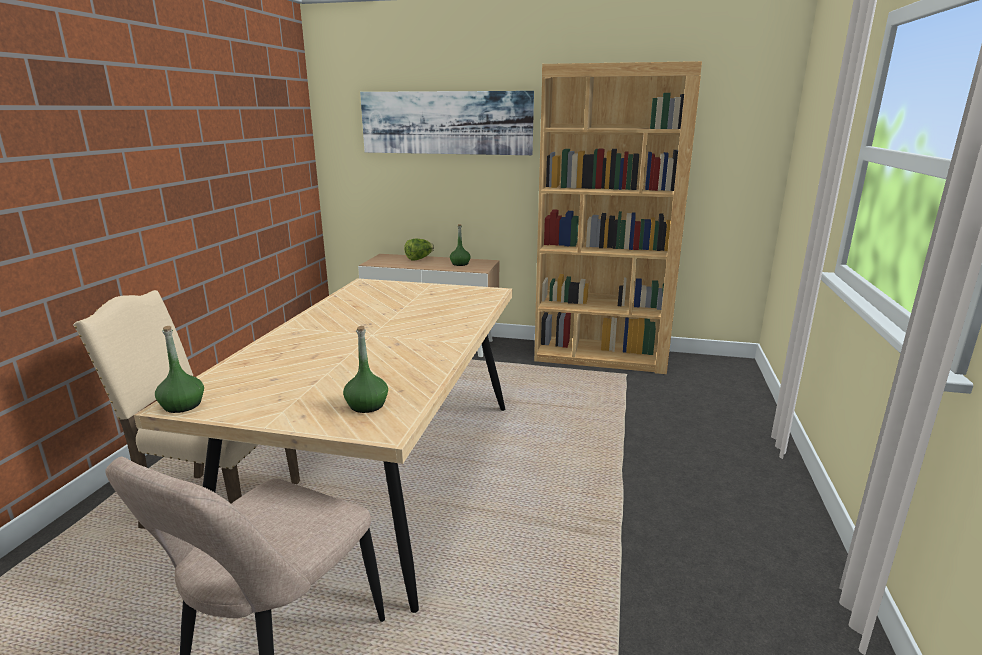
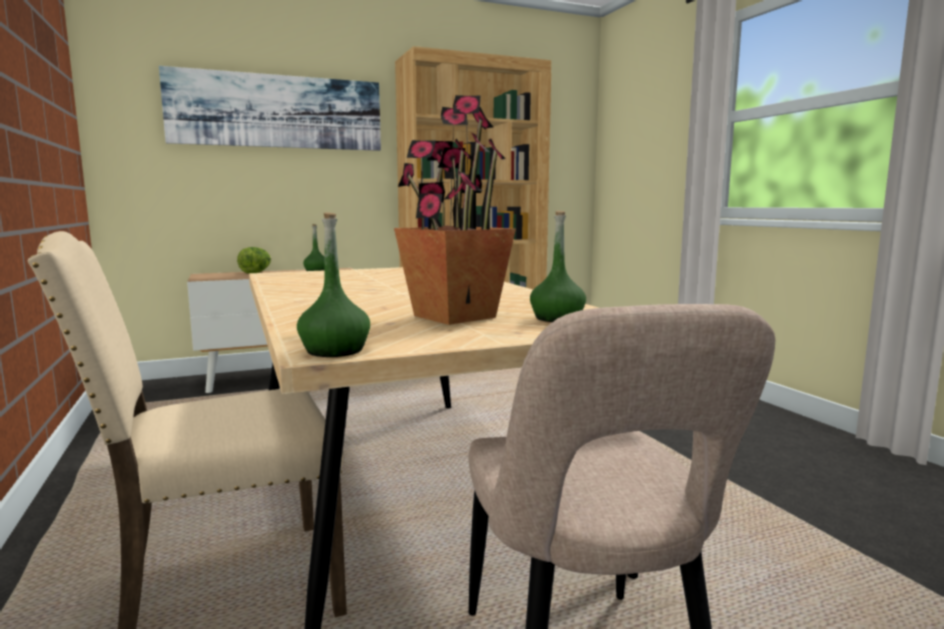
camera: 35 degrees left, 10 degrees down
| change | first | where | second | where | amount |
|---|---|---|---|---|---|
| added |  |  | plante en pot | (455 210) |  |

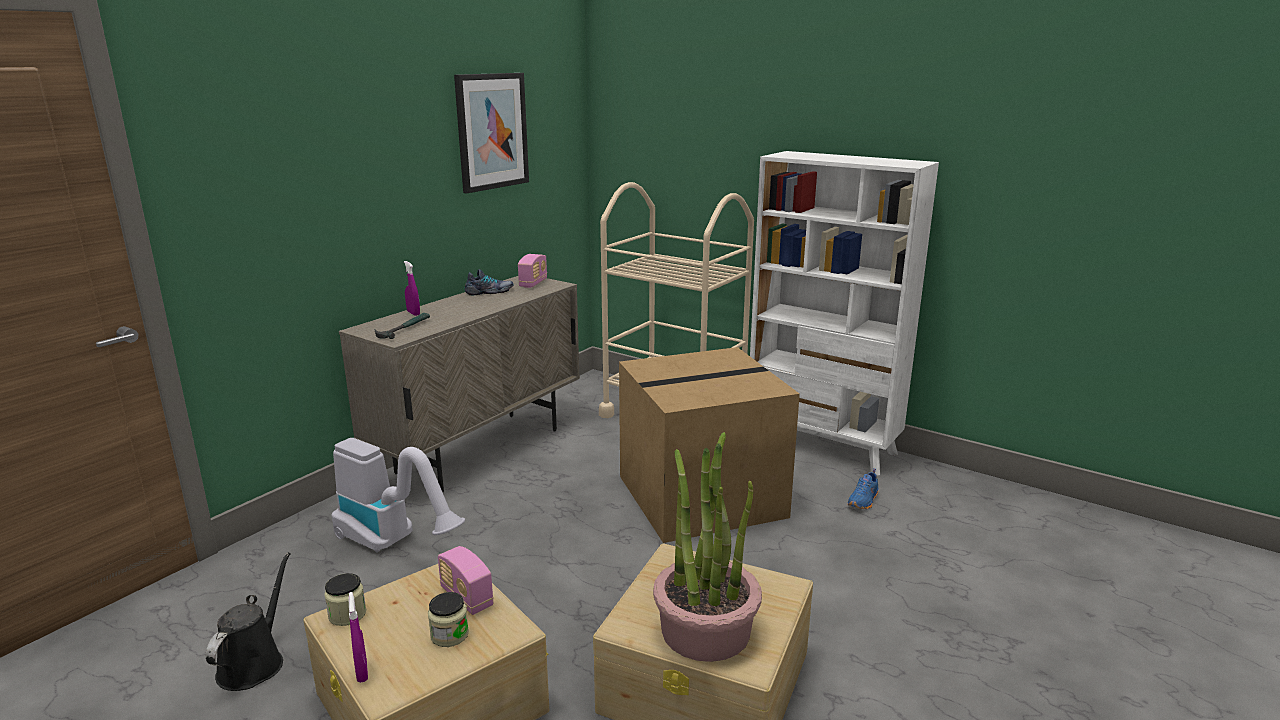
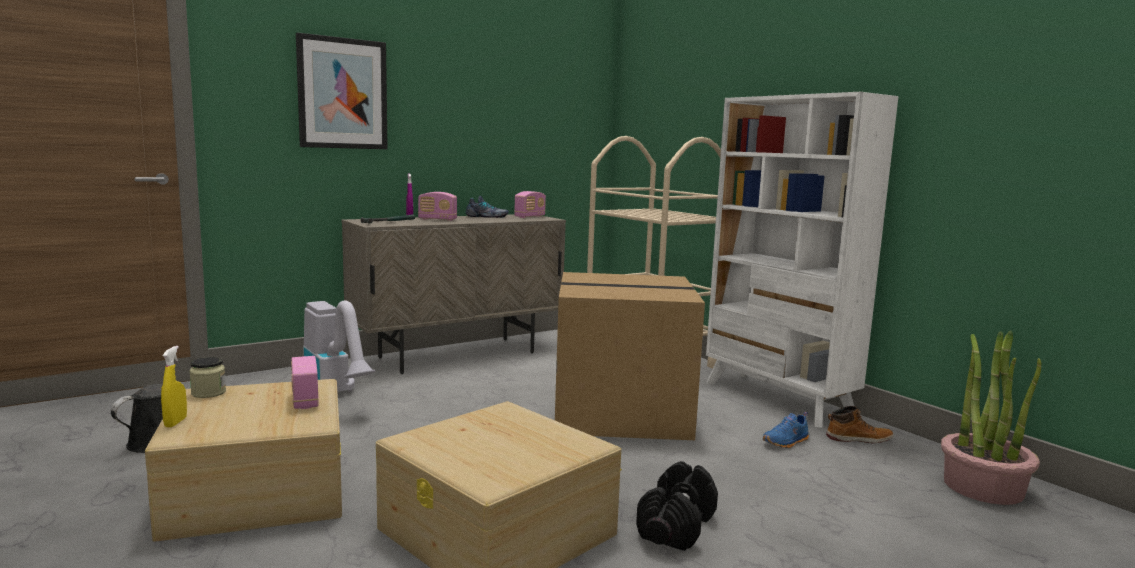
camera: 20 degrees right, 10 degrees down
| change | first | where | second | where | amount |
|---|---|---|---|---|---|
| moved | tableau | (491 133) |  | (342 90) |  |
| moved | plante en pot | (707 547) |  | (991 418) |  |
| recoloured | vaporisateur (violet) | (358 637) | vaporisateur (jaune) | (174 386) |  |
| removed | bocal | (448 619) |  |  |  |
| added |  |  | radio | (437 206) |  |
| added |  |  | botte | (860 424) |  |
| added |  |  | haltère (noir) | (677 506) |  |

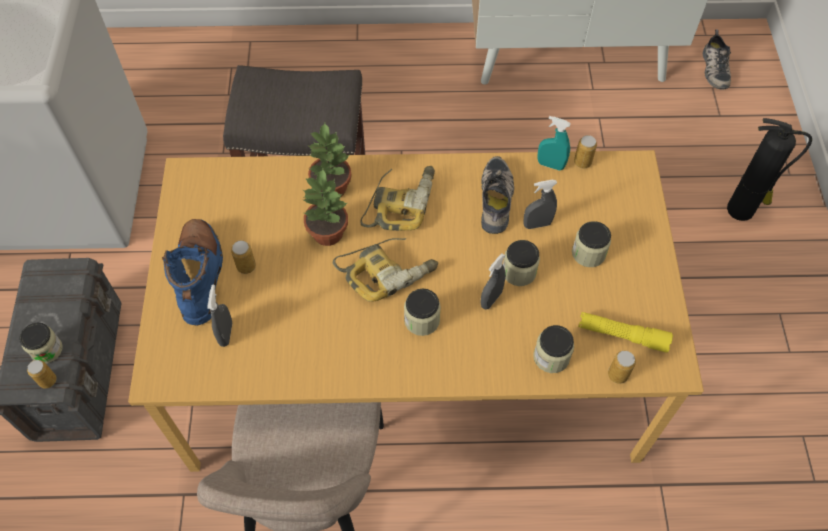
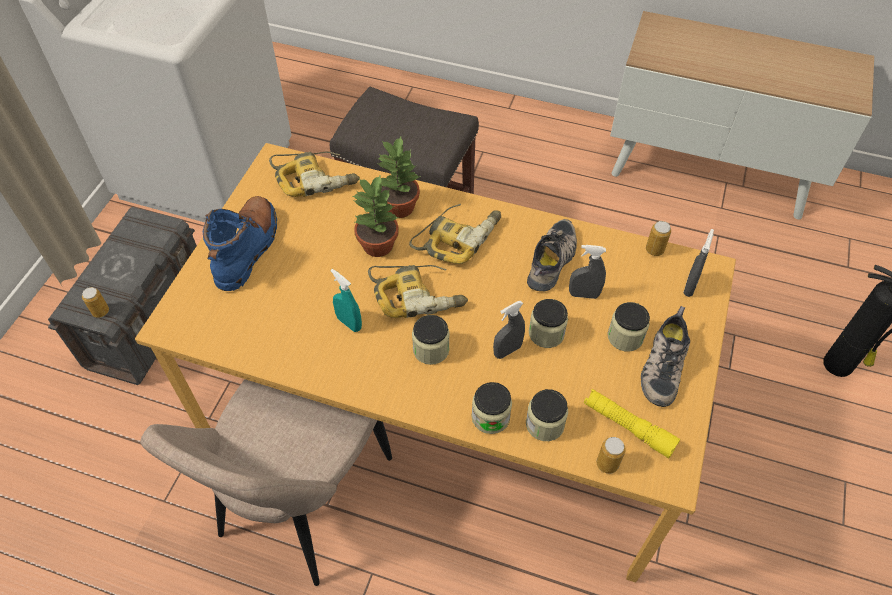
camera: 20 degrees right, 5 degrees down
| change | first | where | second | where | amount |
|---|---|---|---|---|---|
| moved | chaussure | (717 59) |  | (665 356) |  |
| moved | vaporisateur (turquoise) | (554 143) |  | (346 300) |  |
| removed | boîte métallique | (243 257) |  |  |  |
| moved | vaporisateur (gris) | (219 316) |  | (698 263) |  |
| moved | bocal | (41 343) |  | (492 408) |  |
| added |  |  | perceuse | (314 174) |  |

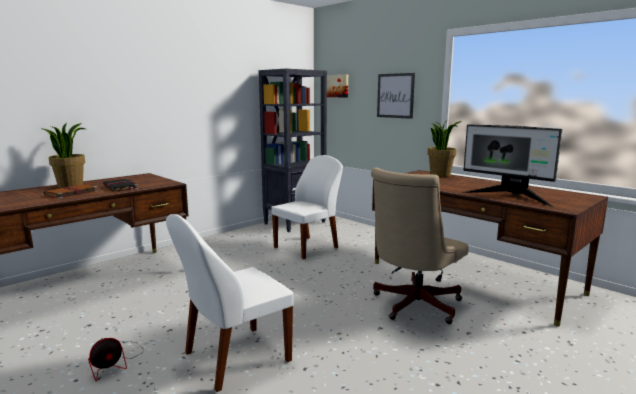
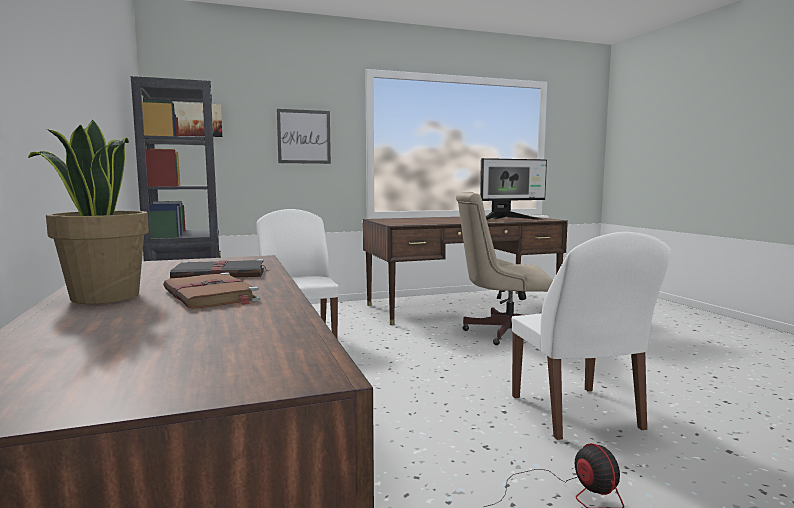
camera: 65 degrees left, 5 degrees down
| change | first | where | second | where | amount |
|---|---|---|---|---|---|
| removed | plante en pot | (444 148) |  |  |  |
| turned | chaise de bureau (beige) | (420 246) |  | (504 268) | 120 degrees clockwise |

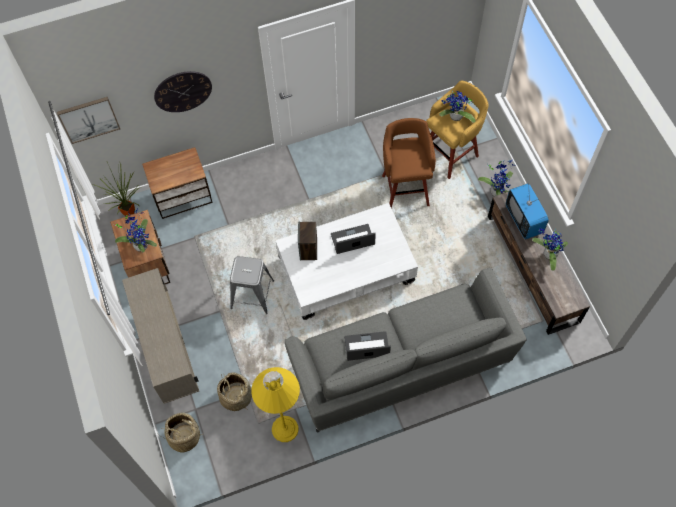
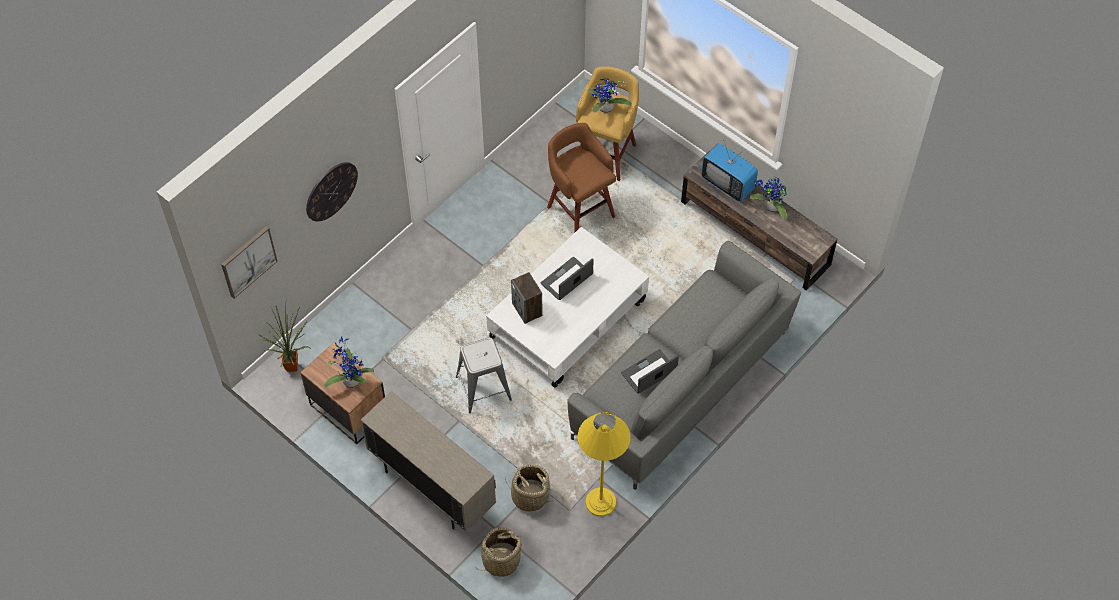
camera: 30 degrees left, 5 degrees down
| change | first | where | second | where | amount |
|---|---|---|---|---|---|
| removed | table de chevet | (177 183) |  |  |  |
| removed | plante en pot | (497 177) |  |  |  |

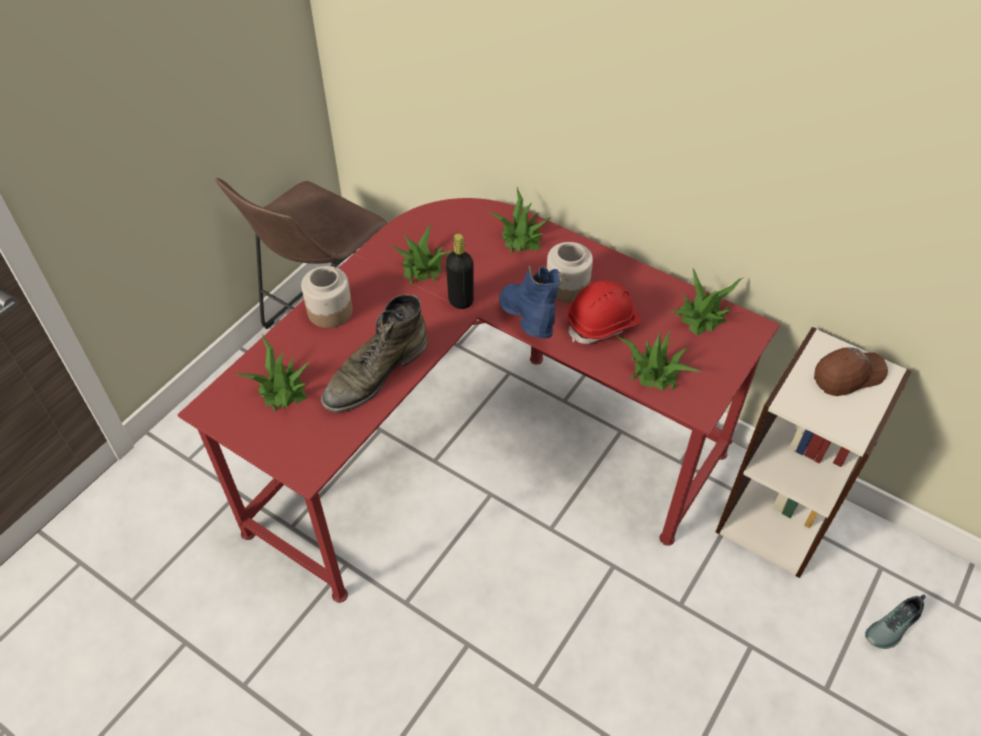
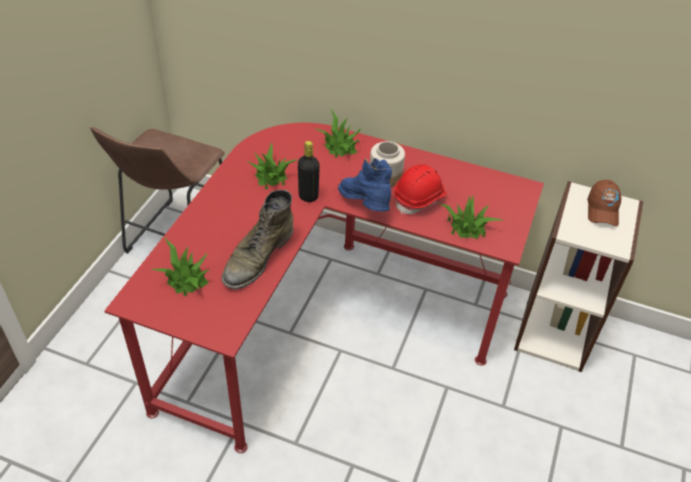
camera: 15 degrees left, 5 degrees down
| change | first | where | second | where | amount |
|---|---|---|---|---|---|
| removed | bocal | (327 297) |  |  |  |
| removed | plante en pot | (707 301) |  |  |  |
| turned | casquette (marron) | (851 371) |  | (604 203) | 135 degrees clockwise |
| removed | chaussure | (895 621) |  |  |  |

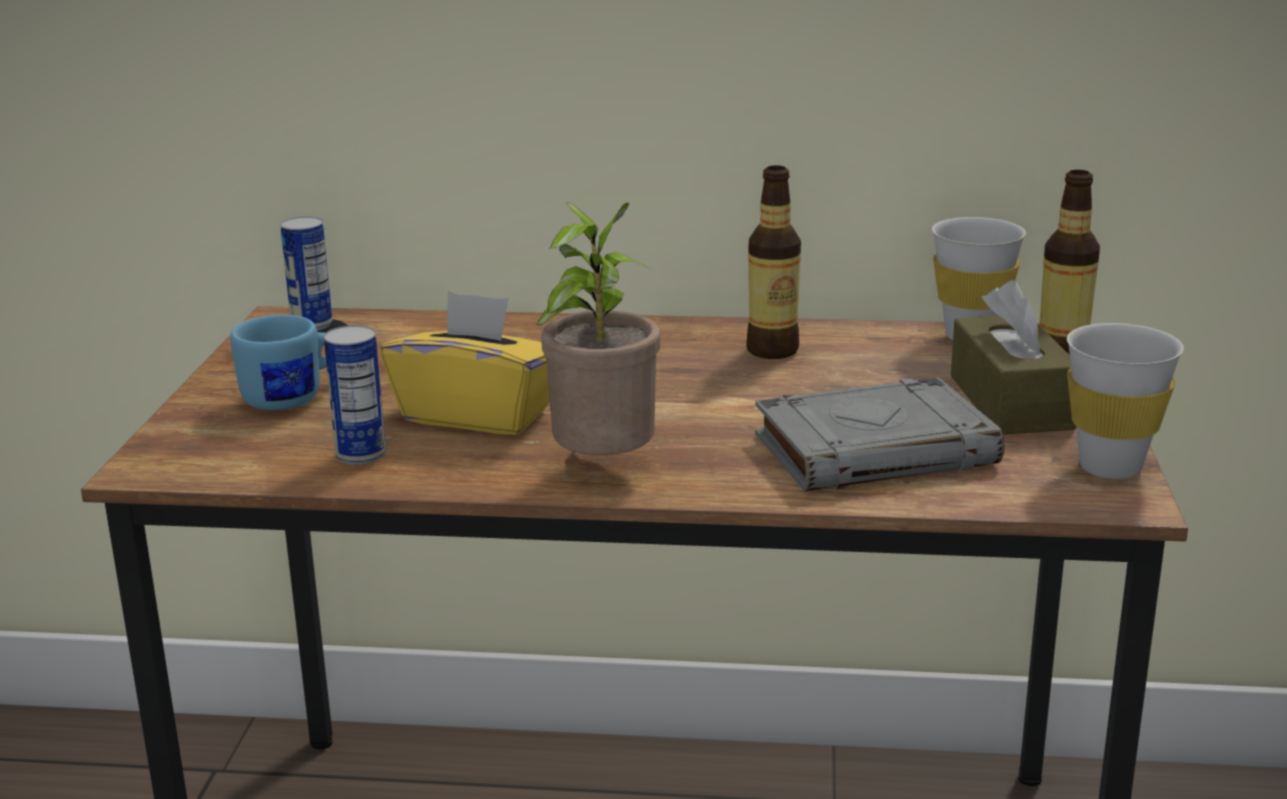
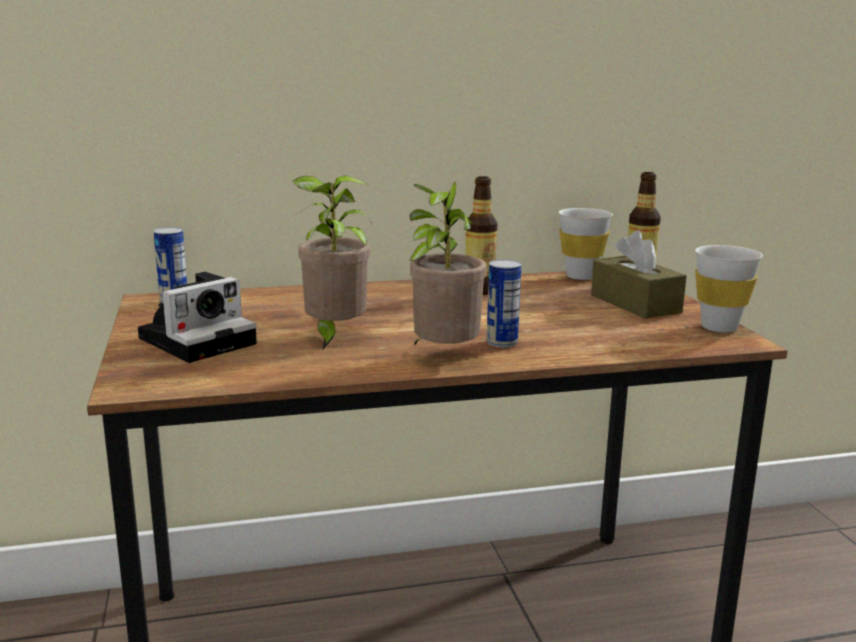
camera: 20 degrees left, 5 degrees down
| change | first | where | second | where | amount |
|---|---|---|---|---|---|
| replaced | boîte à mouchoirs (jaune) | (465 363) | plante en pot | (332 263) |  |
| replaced | mug (bleu) | (278 362) | appareil photo | (197 317) |  |
| moved | boîte métallique | (355 395) |  | (504 303) |  |
| removed | livre (gris) | (879 434) |  |  |  |

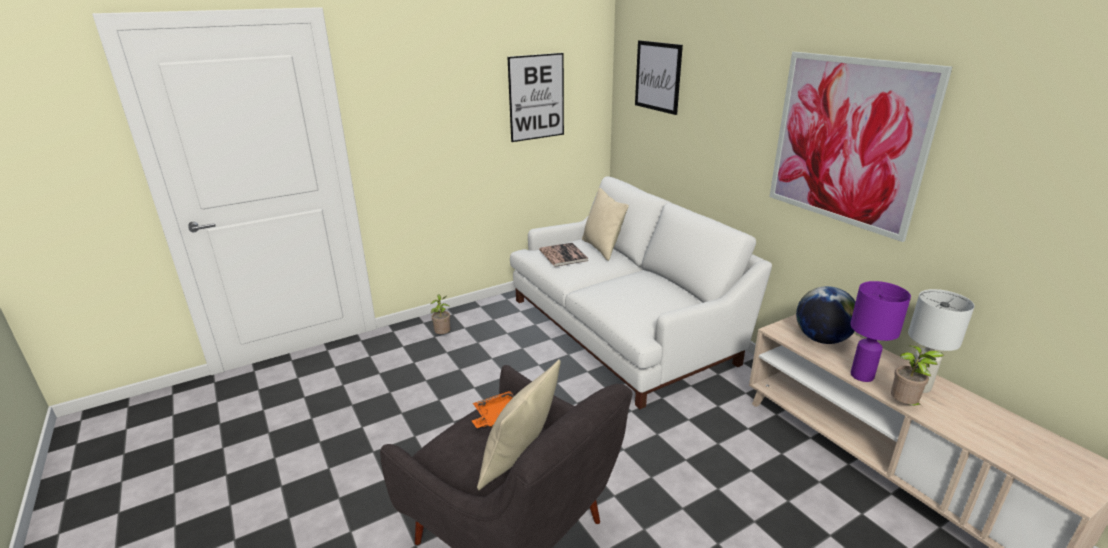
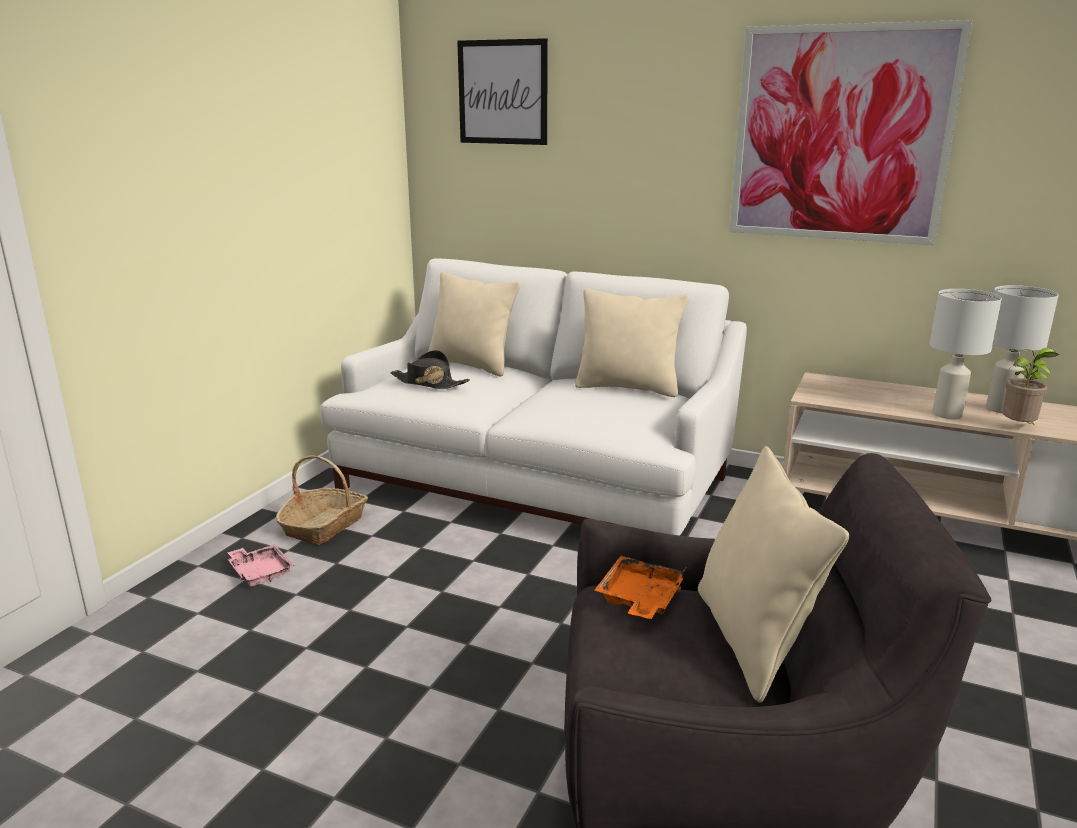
camera: 35 degrees left, 5 degrees down
| change | first | where | second | where | amount |
|---|---|---|---|---|---|
| removed | tableau | (536 97) |  |  |  |
| replaced | livre | (563 255) | chapeau (noir) | (430 369) |  |
| recoloured | lampe de table (violet) | (880 331) | lampe de table (blanc) | (966 354) |  |
| removed | globe | (826 315) |  |  |  |
| replaced | plante en pot | (440 314) | plateau (rose) | (260 565) |  |
| added |  |  | coussin (beige) | (631 343) |  |
| added |  |  | panier | (322 500) |  |

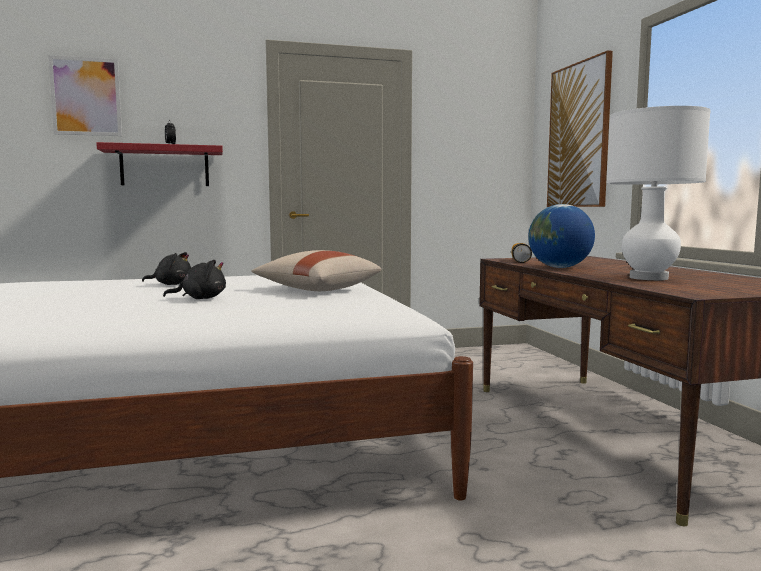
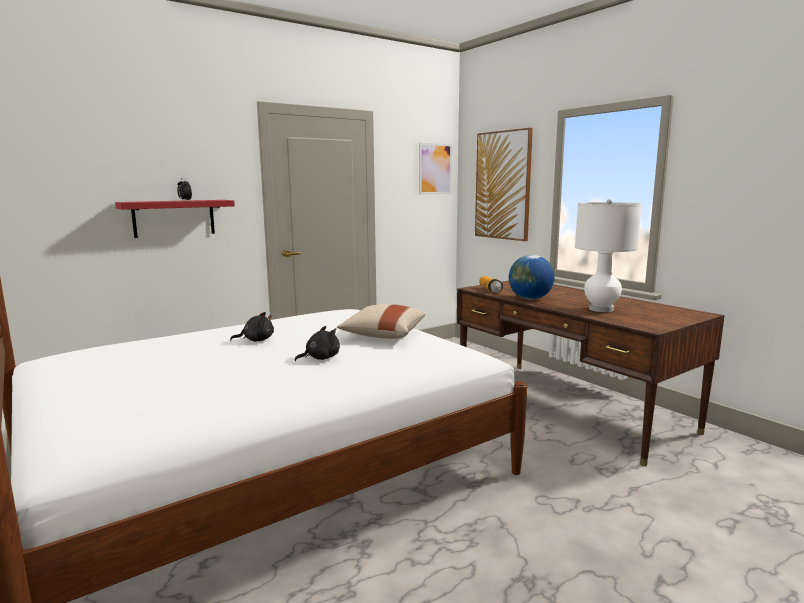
camera: 20 degrees left, 5 degrees up
| change | first | where | second | where | amount |
|---|---|---|---|---|---|
| moved | tableau | (85 95) |  | (435 169) |  |

